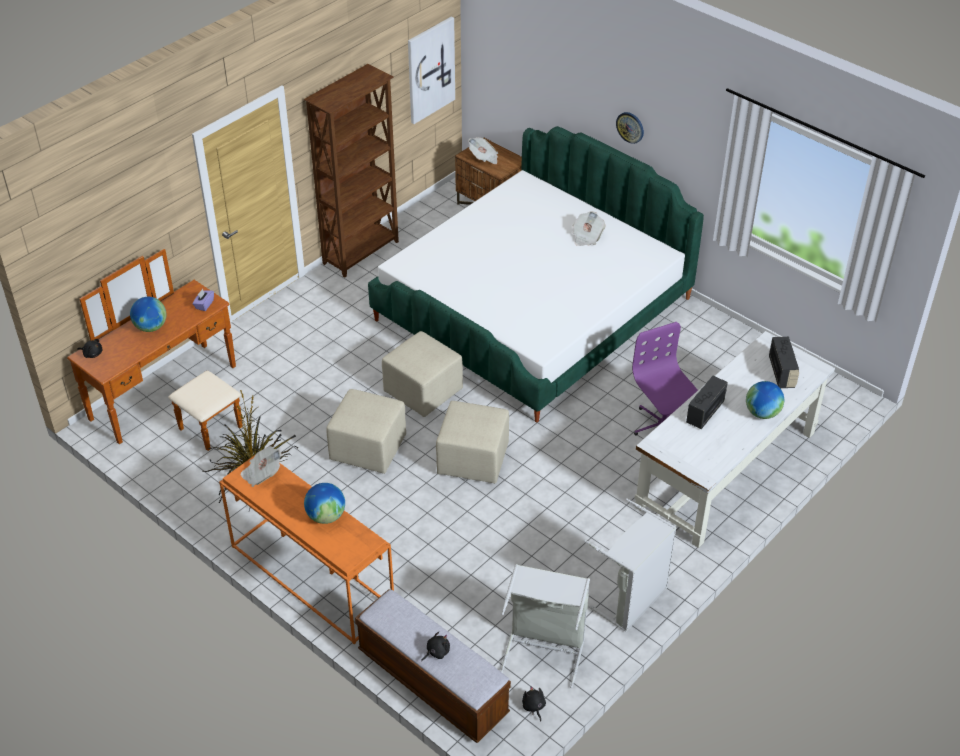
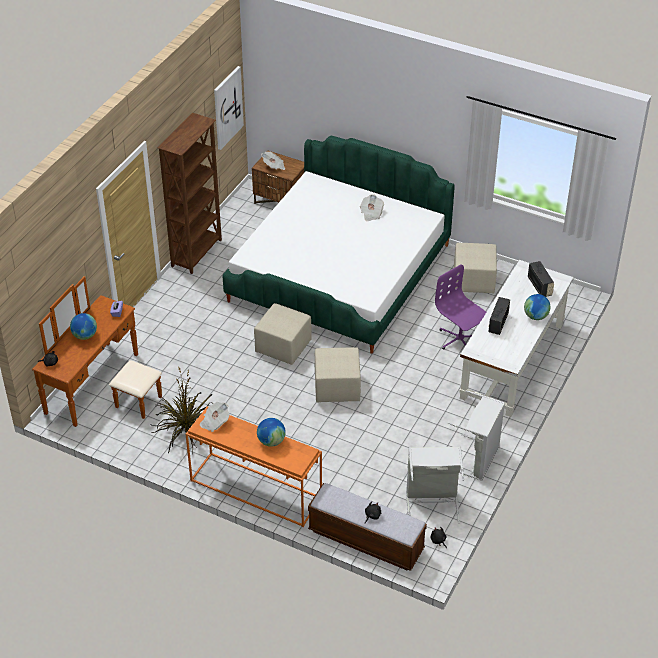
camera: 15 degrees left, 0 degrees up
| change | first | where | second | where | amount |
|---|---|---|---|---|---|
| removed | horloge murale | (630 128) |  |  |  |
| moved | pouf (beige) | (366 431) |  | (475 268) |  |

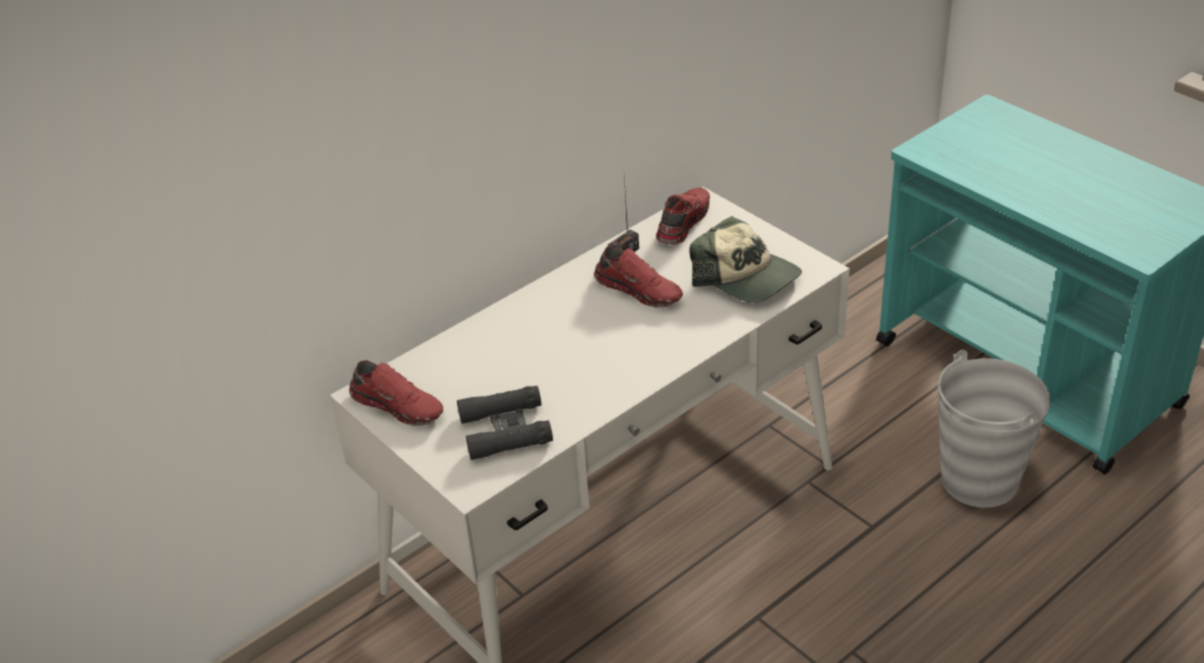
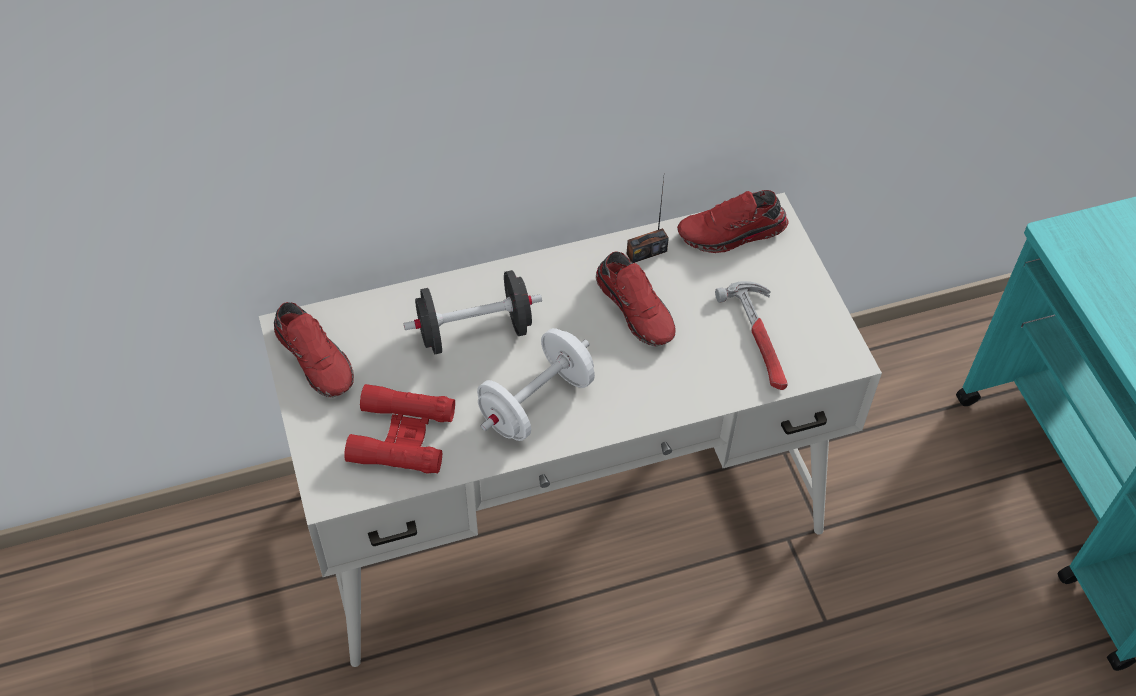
camera: 20 degrees right, 15 degrees up
| change | first | where | second | where | amount |
|---|---|---|---|---|---|
| turned | chaussure (rouge) | (683 216) |  | (732 221) | 150 degrees counterclockwise |
| replaced | casquette | (745 259) | marteau | (751 335) |  |
| removed | seau (gris) | (993 429) |  |  |  |
| recoloured | jumelles (noir) | (505 423) | jumelles (rouge) | (399 428) |  |
| added |  |  | haltère (noir) | (473 312) |  |
| added |  |  | haltère (blanc) | (536 384) |  |

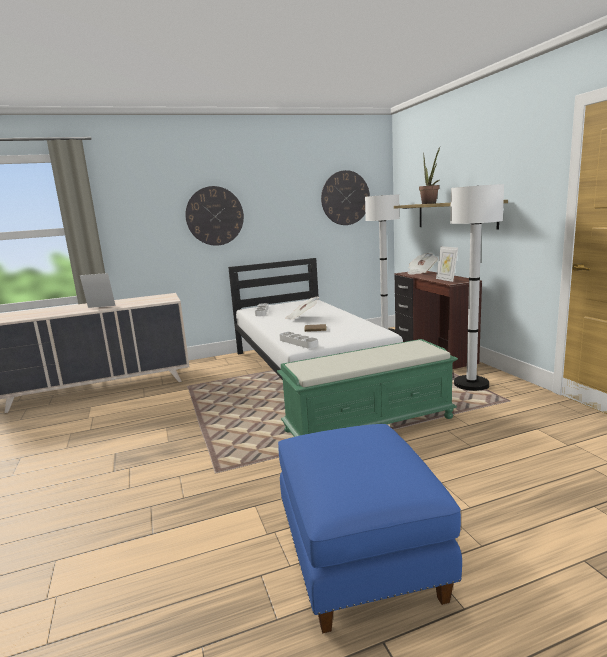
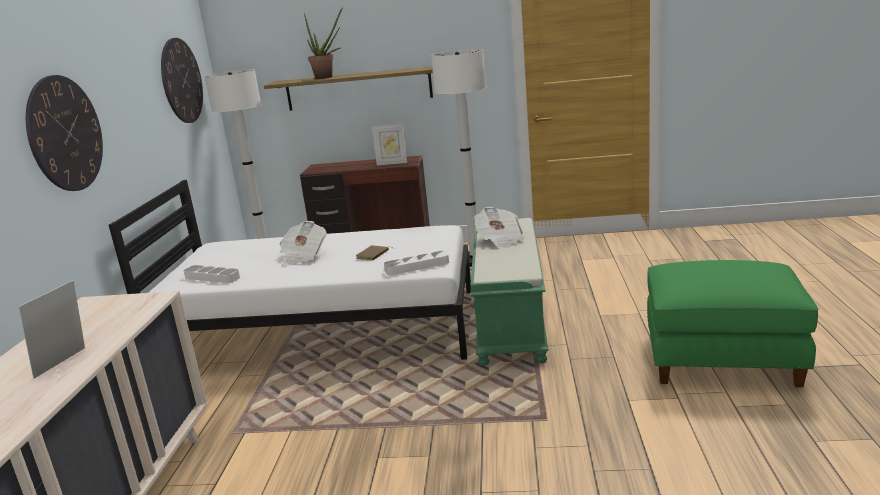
camera: 65 degrees left, 5 degrees up
| change | first | where | second | where | amount |
|---|---|---|---|---|---|
| moved | journal | (423 264) |  | (499 228) |  |
| recoloured | pouf (bleu) | (370 528) | pouf (vert) | (732 323) |  |

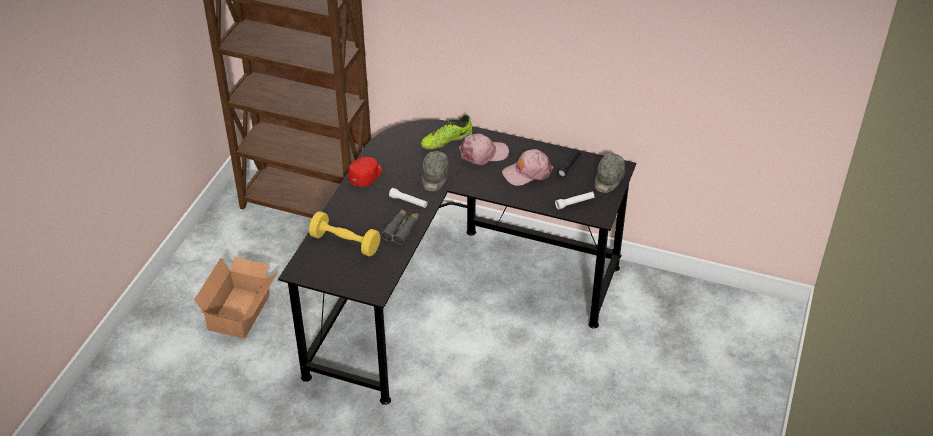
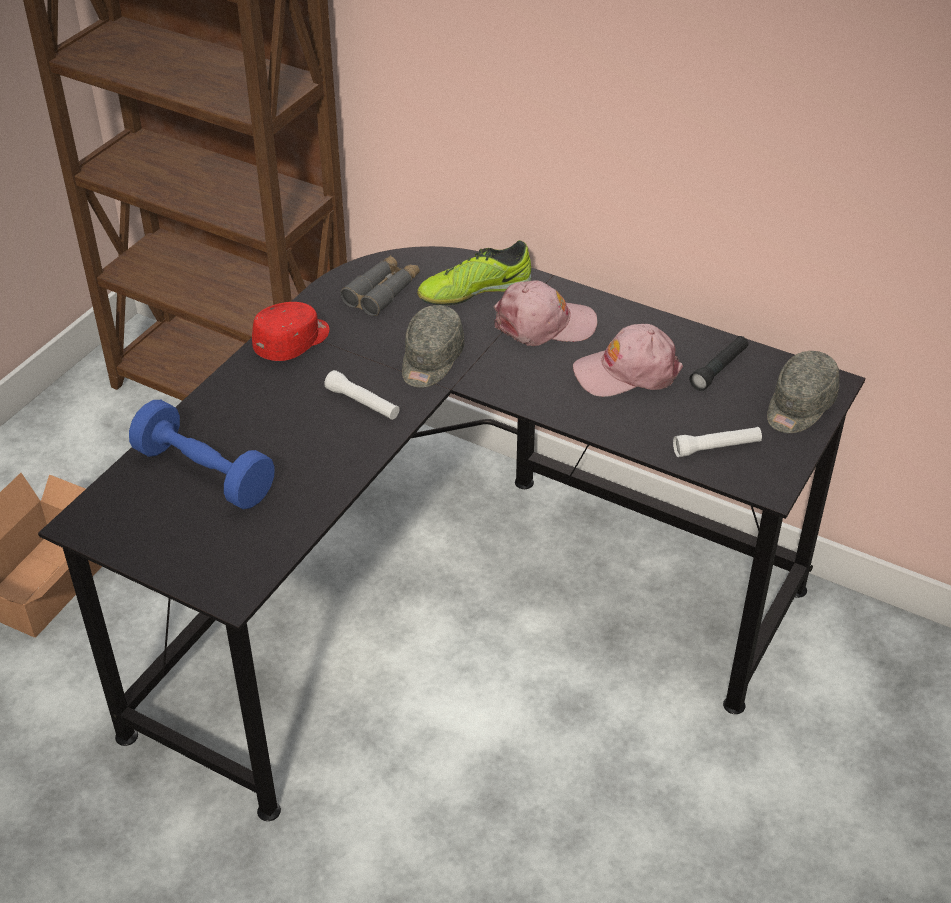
camera: 10 degrees right, 0 degrees up
| change | first | where | second | where | amount |
|---|---|---|---|---|---|
| moved | jumelles (gris) | (400 227) |  | (380 285) |  |
| recoloured | haltère (jaune) | (344 234) | haltère (bleu) | (202 454) |  |

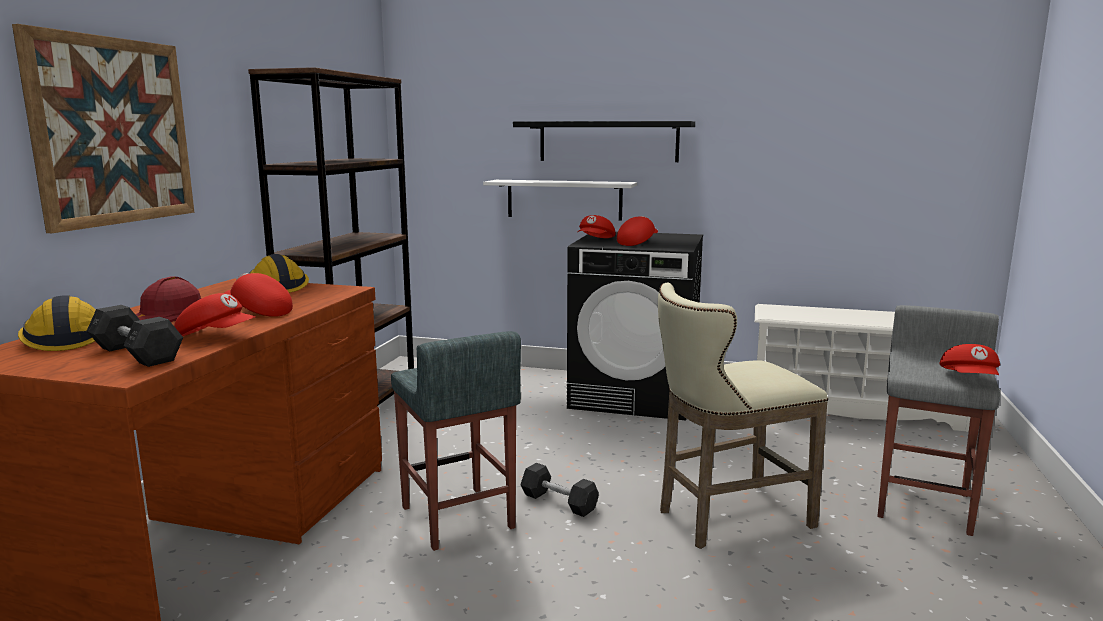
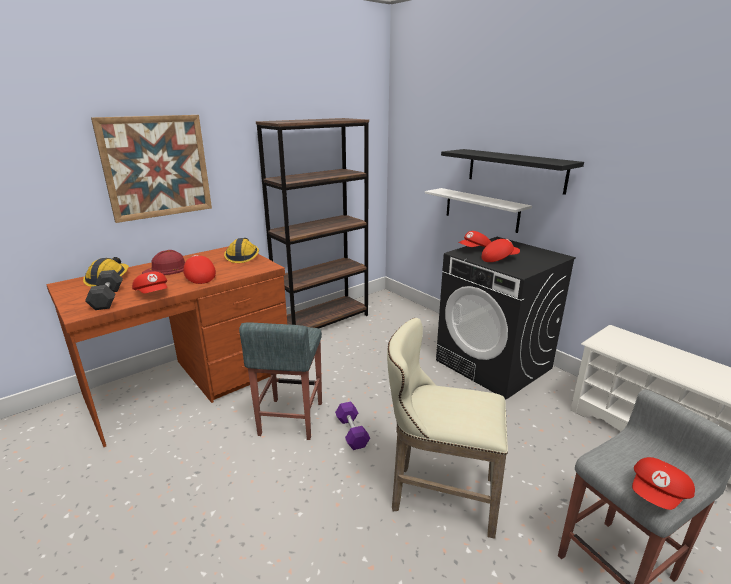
camera: 35 degrees right, 10 degrees up
| change | first | where | second | where | amount |
|---|---|---|---|---|---|
| recoloured | haltère (gris) | (560 490) | haltère (violet) | (352 426) |  |

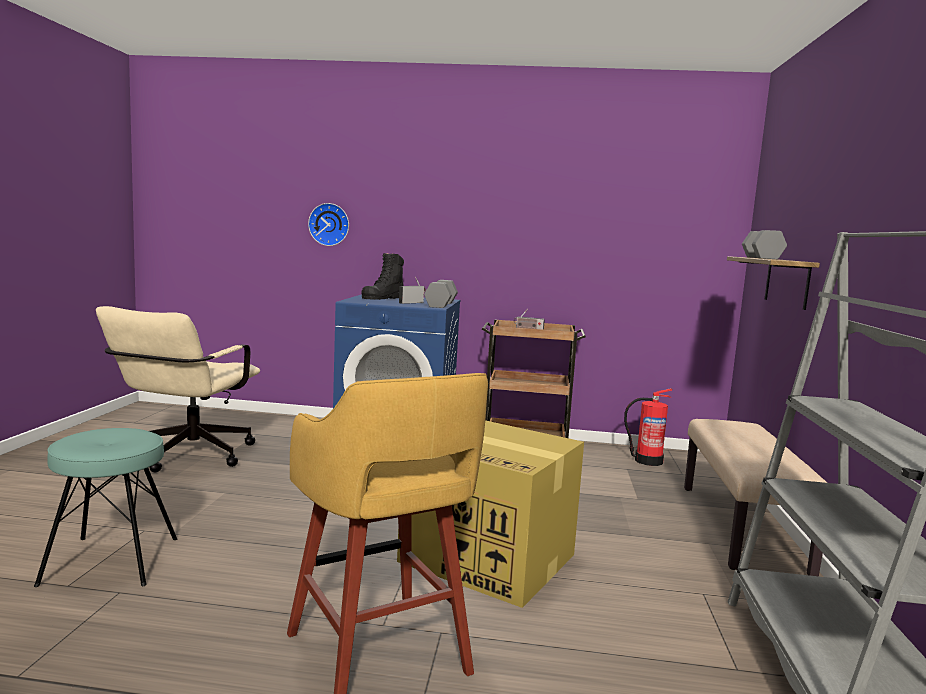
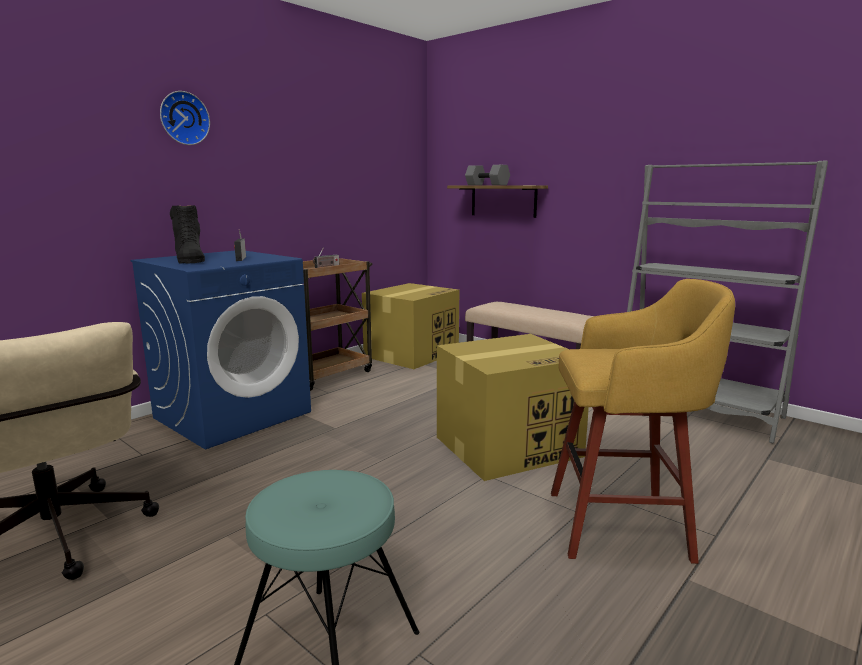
camera: 55 degrees left, 5 degrees up
| change | first | where | second | where | amount |
|---|---|---|---|---|---|
| moved | horloge murale | (328 224) |  | (185 118) |  |
| removed | haltère (gris) | (441 294) |  |  |  |
| replaced | extincteur | (648 427) | carton | (410 326) |  |

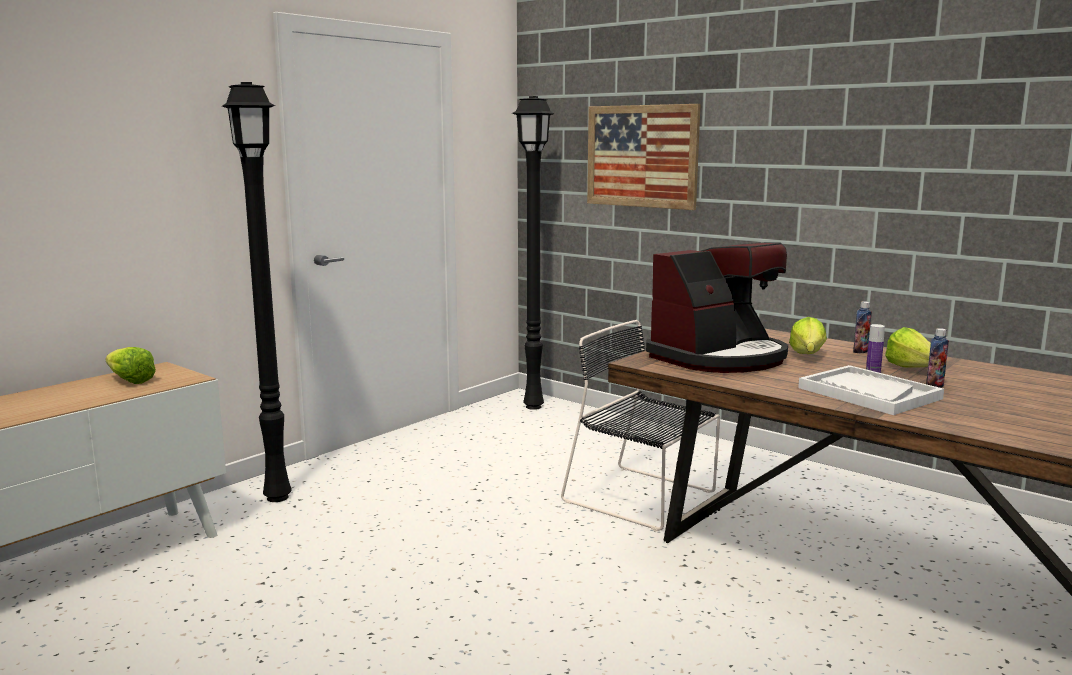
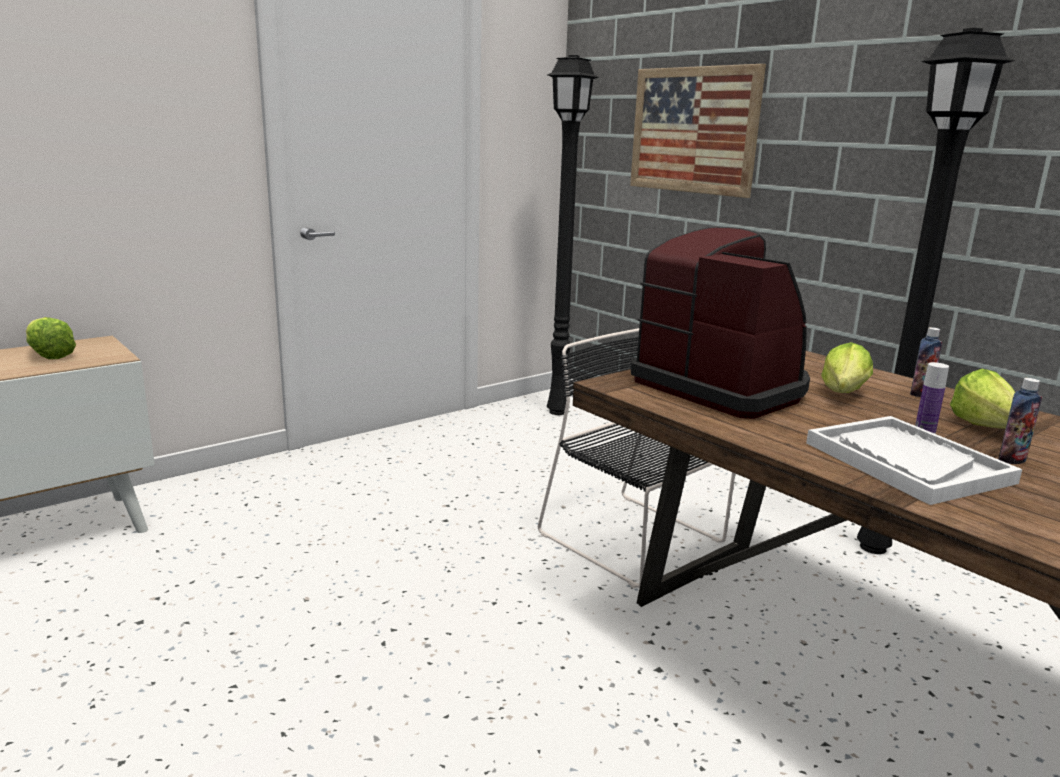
camera: 10 degrees right, 5 degrees up
| change | first | where | second | where | amount |
|---|---|---|---|---|---|
| moved | lampadaire (noir) | (256 292) |  | (936 291) |  |
| turned | machine à café | (717 308) |  | (720 323) | 105 degrees counterclockwise |

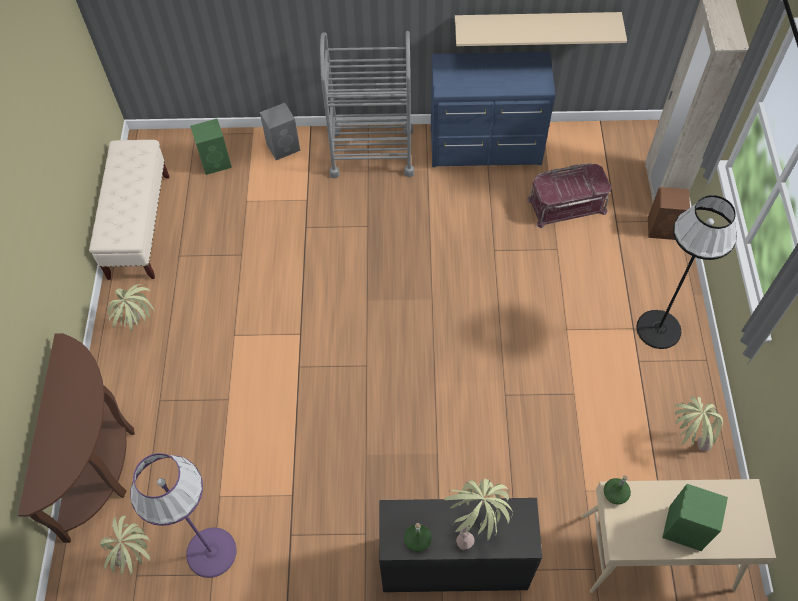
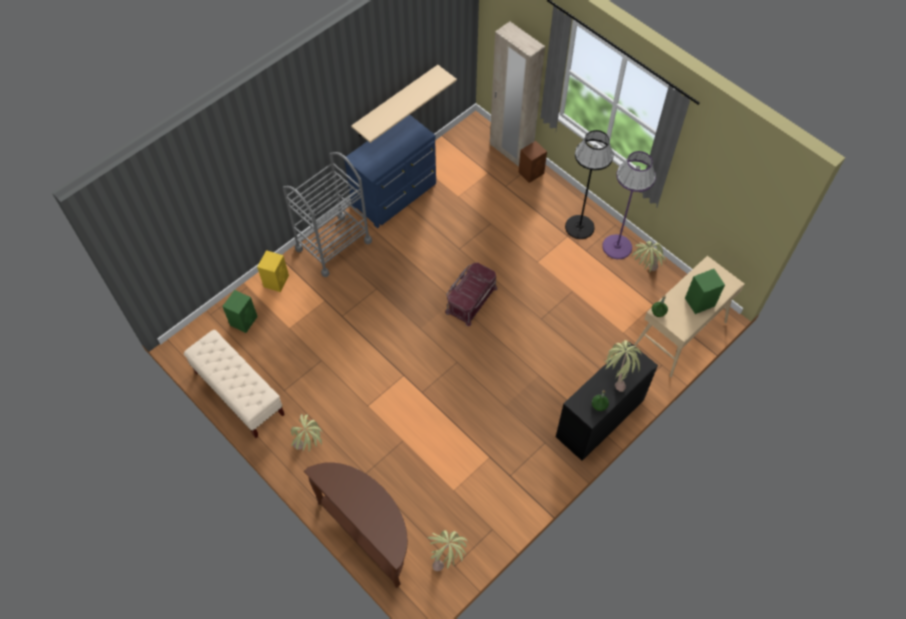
camera: 45 degrees left, 0 degrees up
| change | first | where | second | where | amount |
|---|---|---|---|---|---|
| recoloured | enceinte (gris) | (280 131) | enceinte (jaune) | (273 271) |  |
| moved | boîte de rangement (rouge) | (569 195) |  | (471 294) |  |
| moved | lampadaire (violet) | (183 515) |  | (629 205) |  |

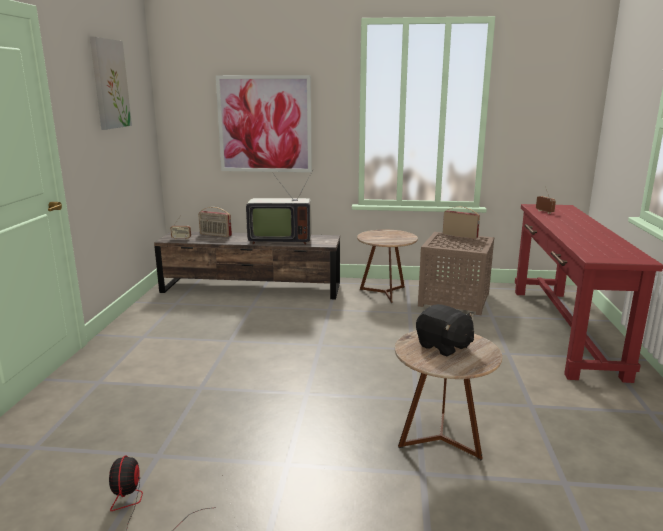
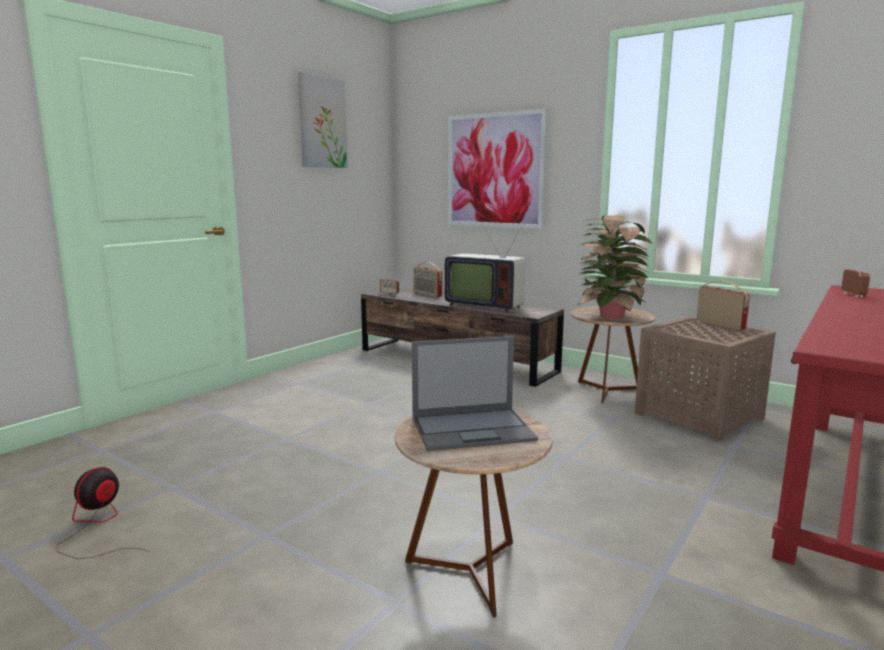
camera: 30 degrees right, 5 degrees down
| change | first | where | second | where | amount |
|---|---|---|---|---|---|
| replaced | peluche (noir) | (445 330) | ordinateur portable | (475 393) |  |
| added |  |  | plante en pot | (615 267) |  |

